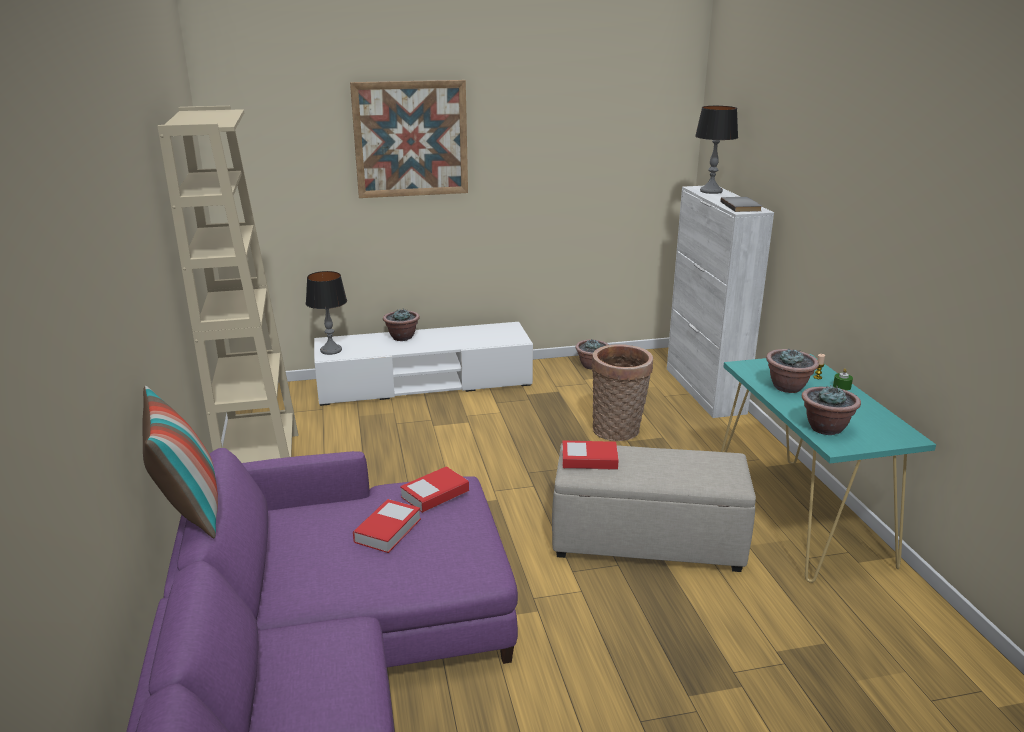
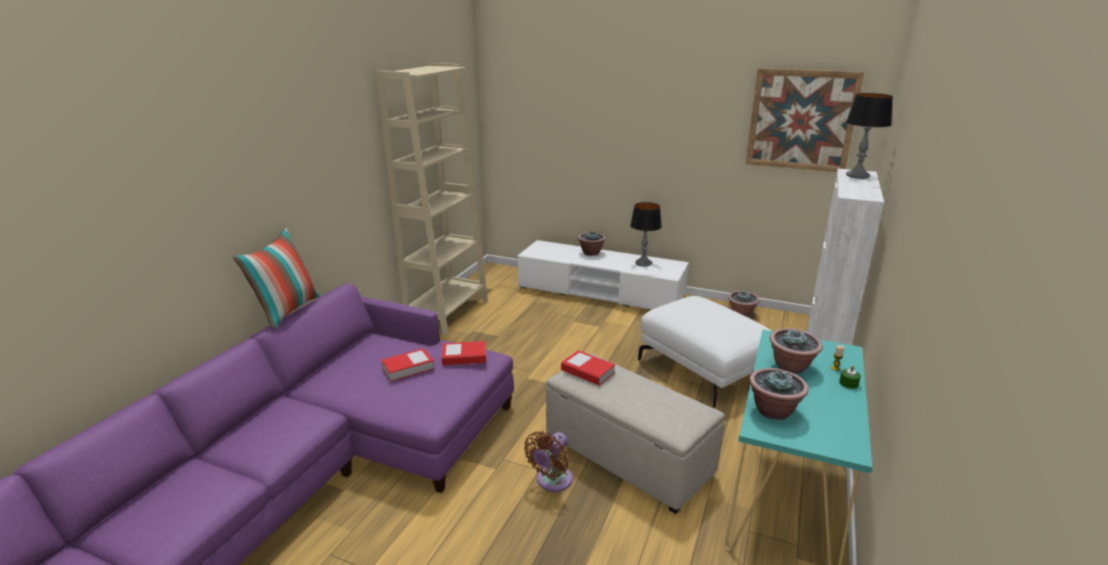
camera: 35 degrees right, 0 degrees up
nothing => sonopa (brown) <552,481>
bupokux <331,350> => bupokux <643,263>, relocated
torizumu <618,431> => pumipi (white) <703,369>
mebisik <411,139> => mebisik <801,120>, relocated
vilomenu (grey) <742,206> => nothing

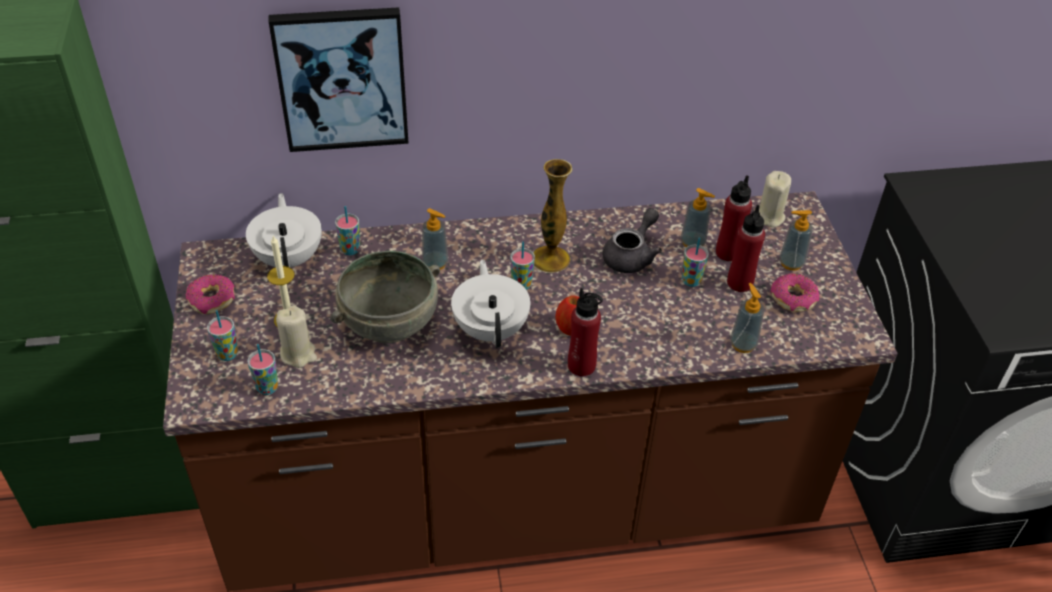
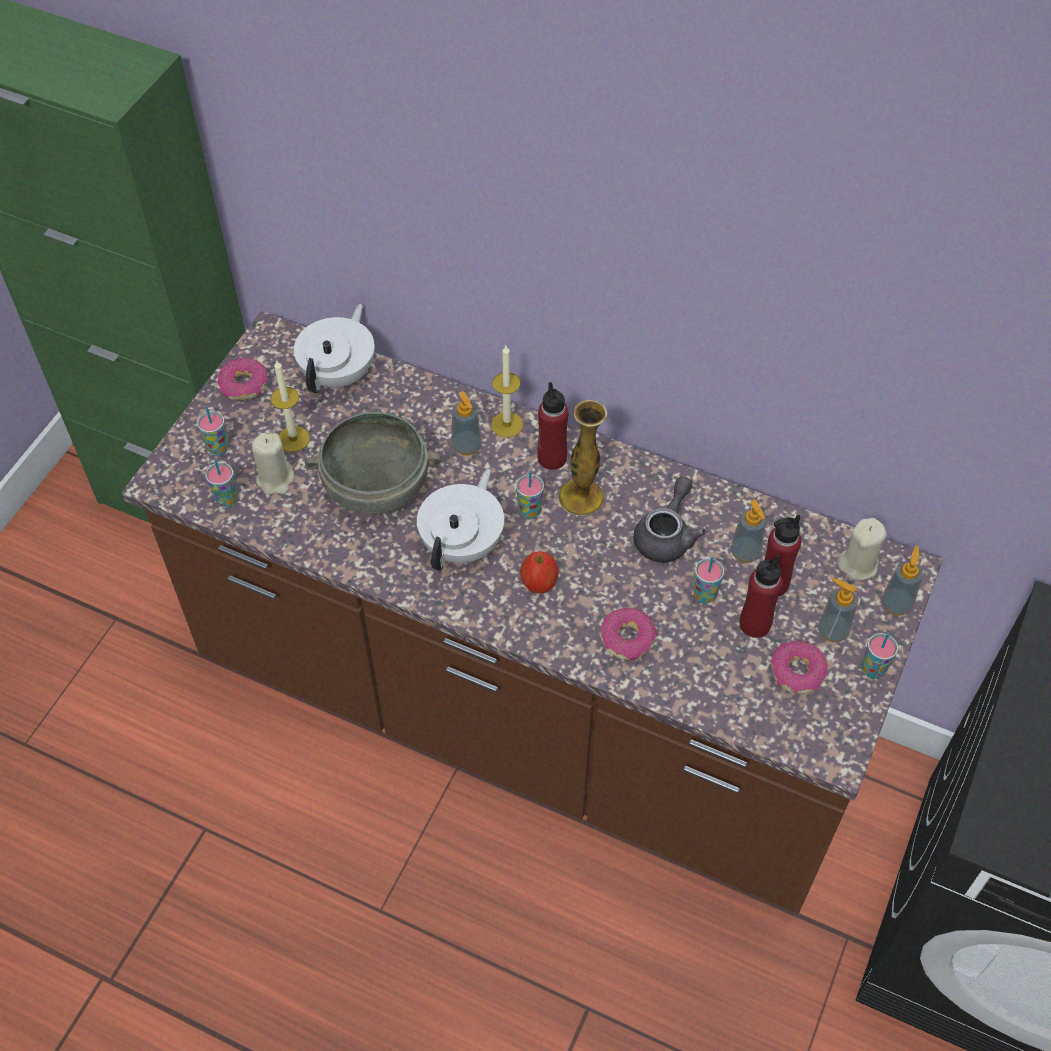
camera: 35 degrees right, 10 degrees up
nothing => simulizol <507,424>
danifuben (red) <581,366> => danifuben (red) <552,458>, relocated
nothing => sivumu <627,638>
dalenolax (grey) <631,256> => dalenolax (grey) <667,535>, 45 degrees counterclockwise
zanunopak <350,250> => zanunopak <873,670>, relocated
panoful <743,344> => panoful <896,604>, relocated
mebisik <342,79> => nothing

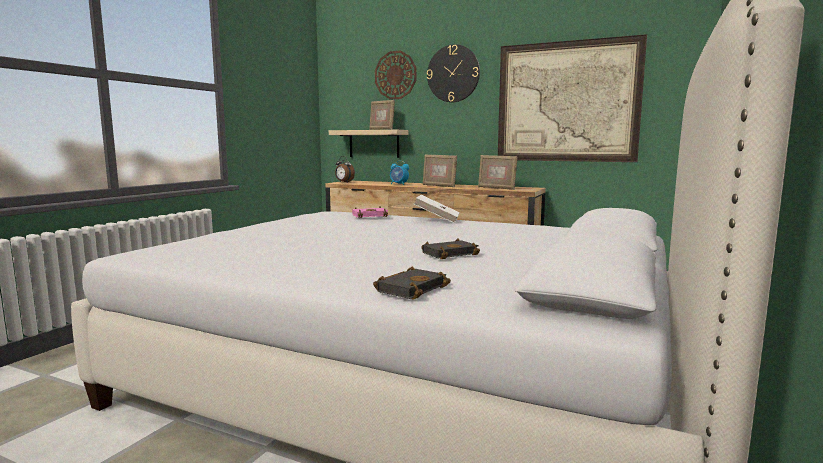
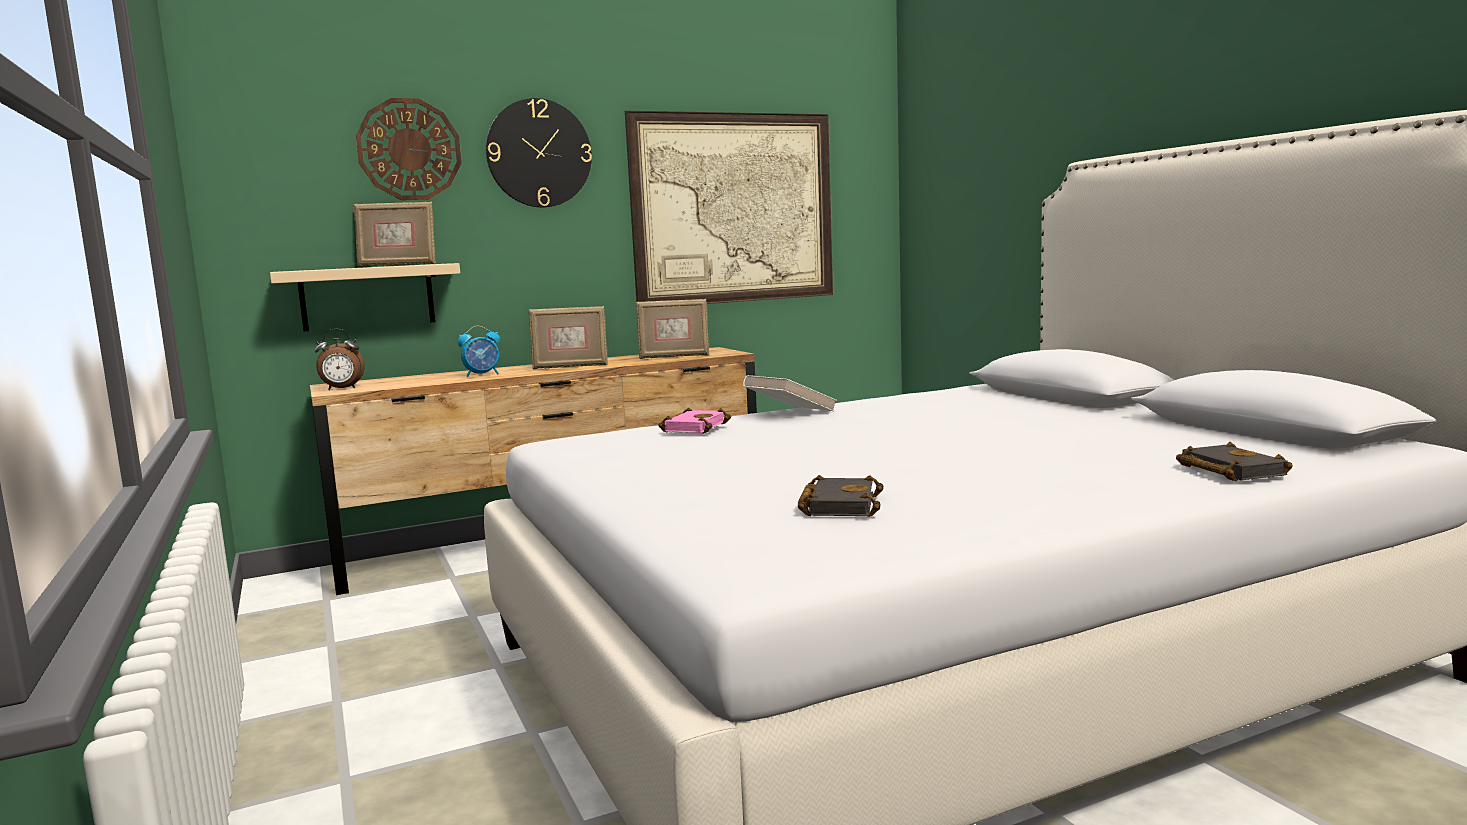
camera: 50 degrees left, 0 degrees up
vilomenu (black) <450,253> => vilomenu (black) <838,505>, relocated

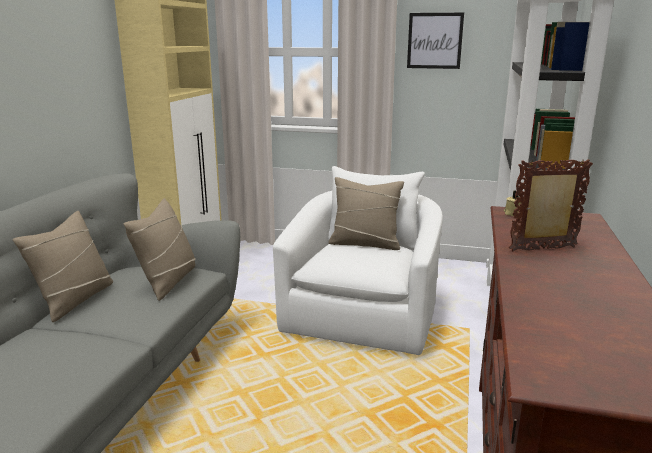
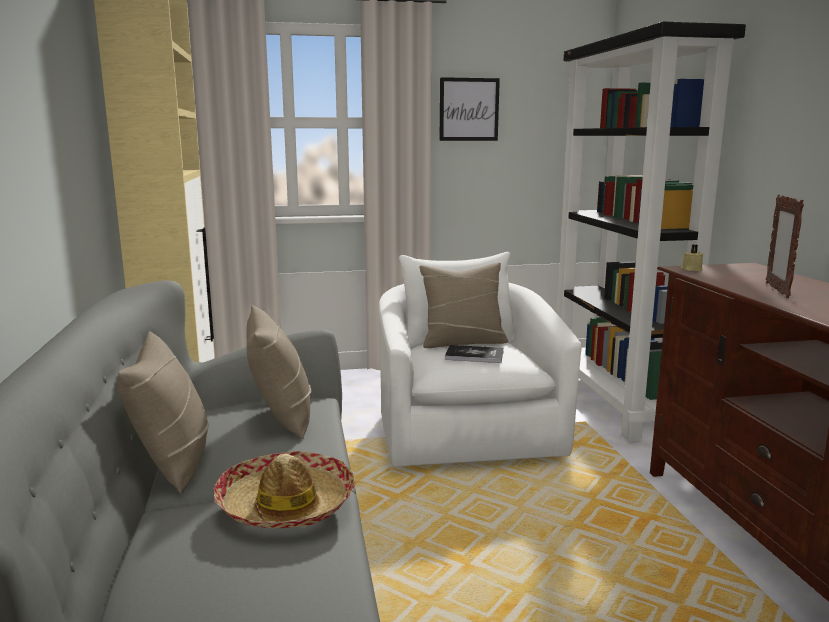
camera: 25 degrees left, 5 degrees down
nothing => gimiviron <286,504>
nothing => vilomenu <474,355>
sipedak <543,249> => sipedak <777,290>, 45 degrees counterclockwise

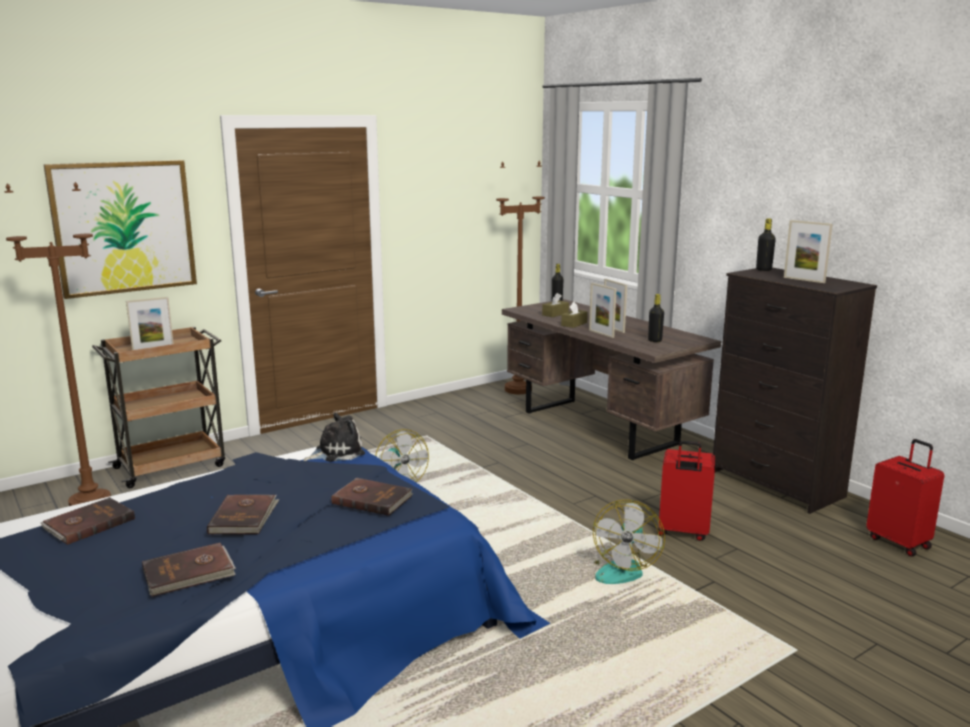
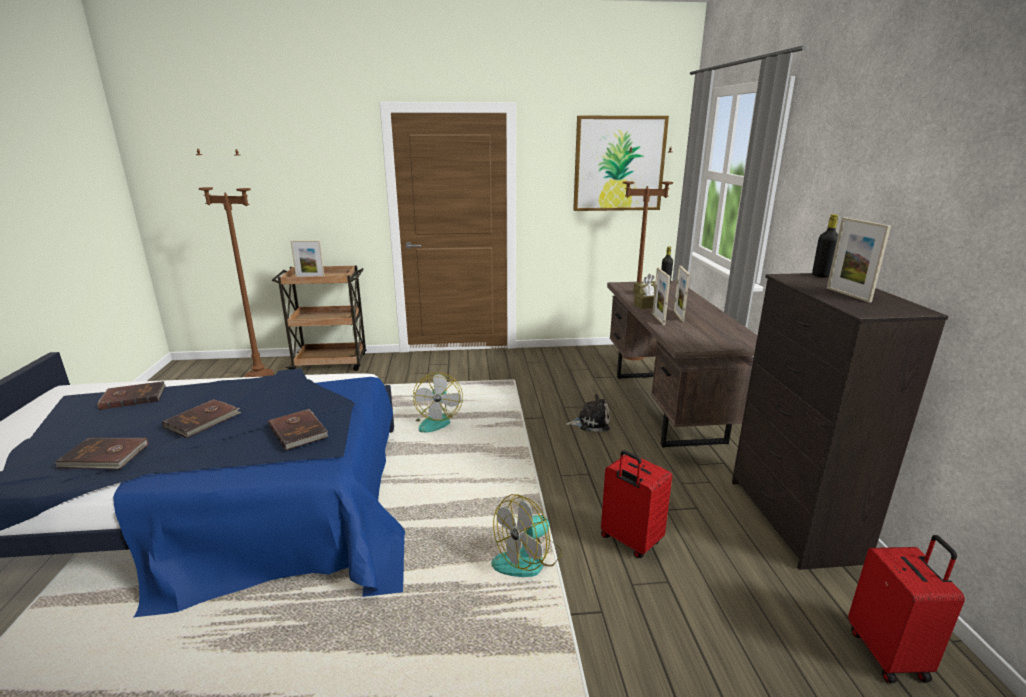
camera: 30 degrees right, 5 degrees up
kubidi <336,452> => kubidi <591,423>, relocated
mebisik <124,227> => mebisik <619,164>, relocated
danifuben (black) <654,340> => nothing

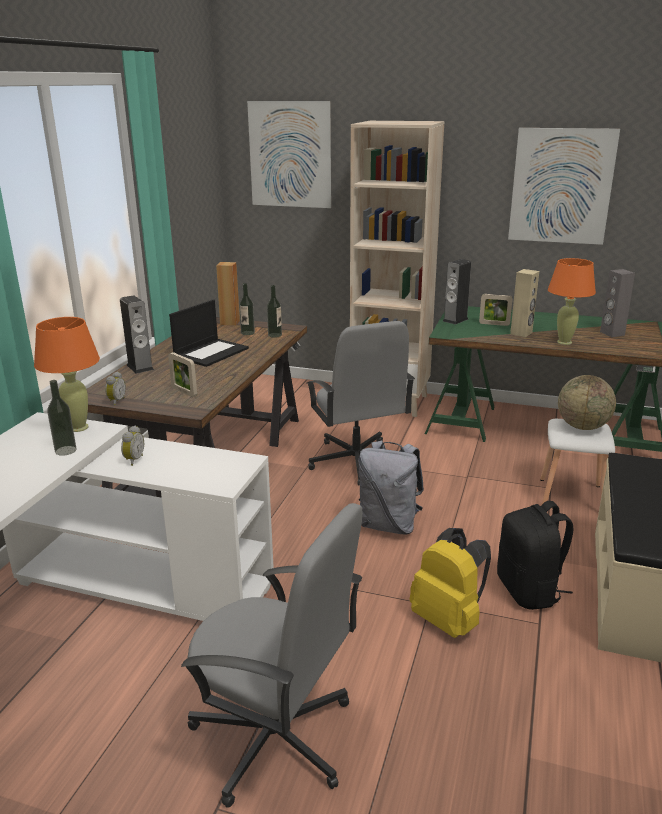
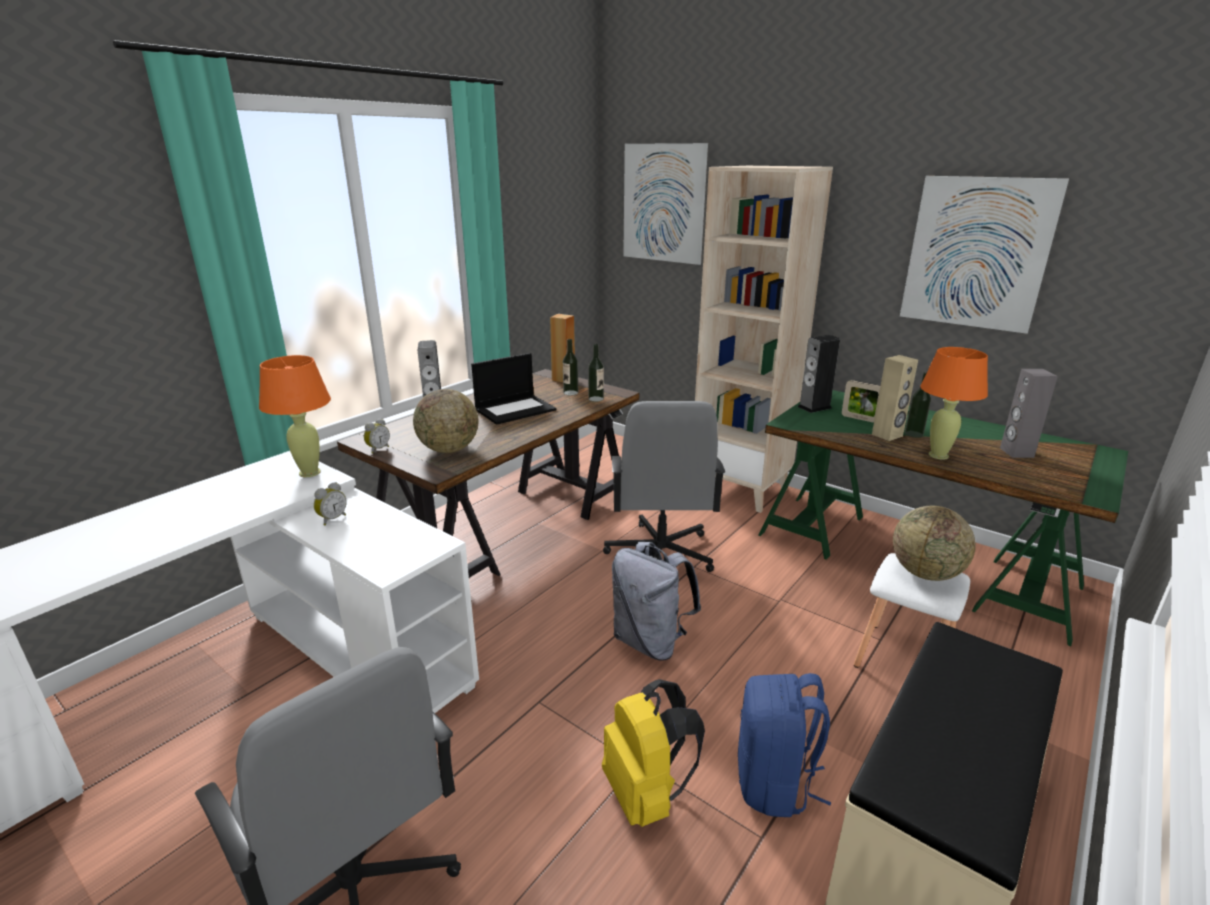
camera: 20 degrees right, 0 degrees up
sipedak <184,392> => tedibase <449,449>
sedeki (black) <529,591> => sedeki (blue) <774,783>
danifuben <65,450> => danifuben <913,434>, relocated

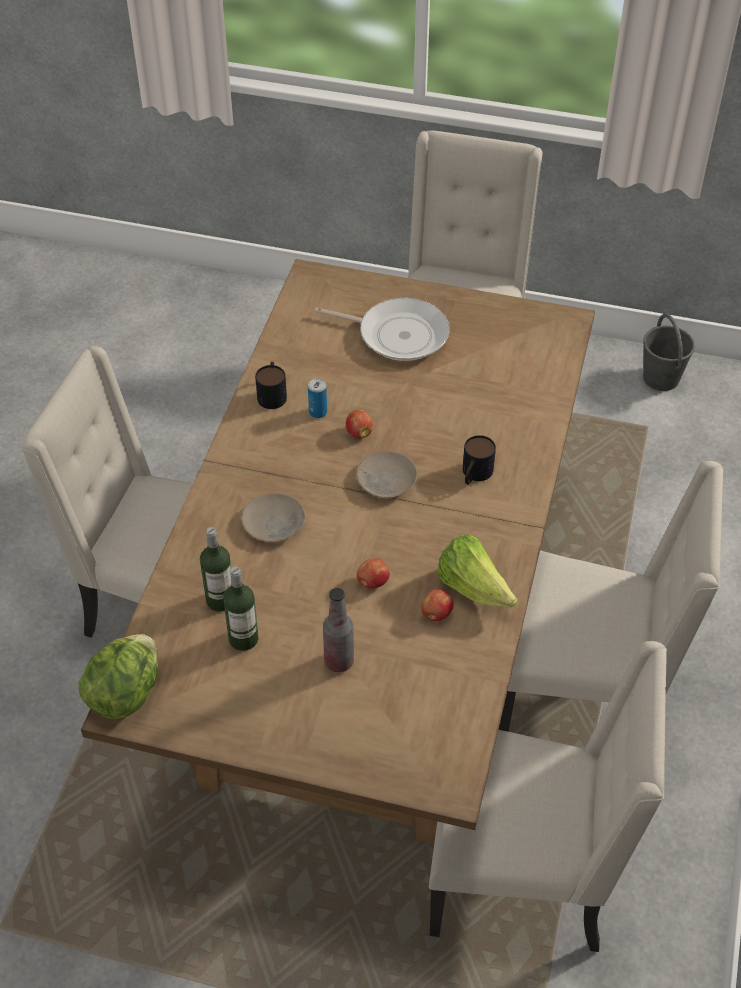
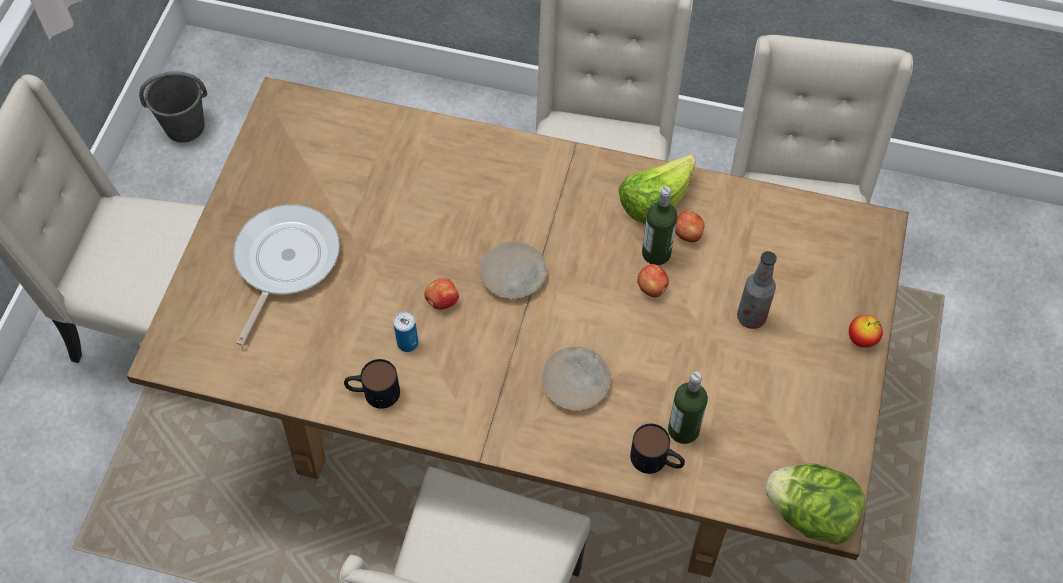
camera: 90 degrees left, 10 degrees up
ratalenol <474,475> => ratalenol <656,460>, relocated
danifuben <243,639> => danifuben <656,253>, relocated
nothing => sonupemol <862,339>

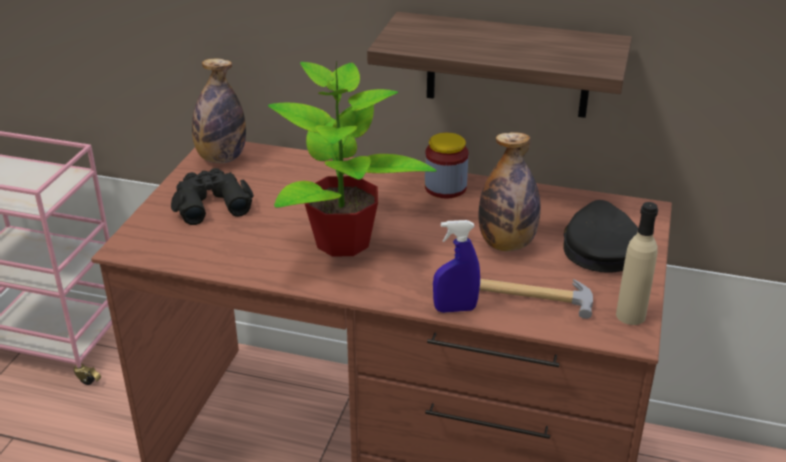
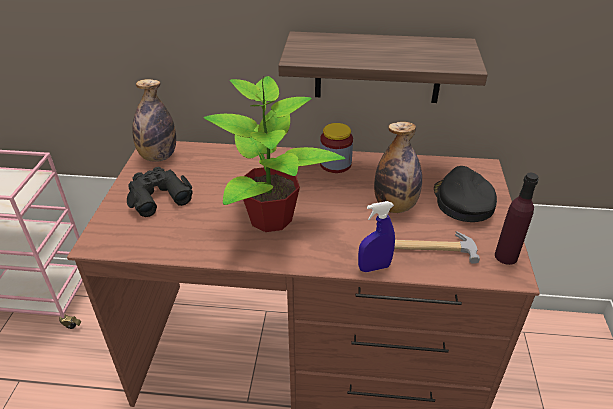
camera: 10 degrees left, 5 degrees up
danifuben (beige) <630,315> => danifuben (purple) <506,256>

